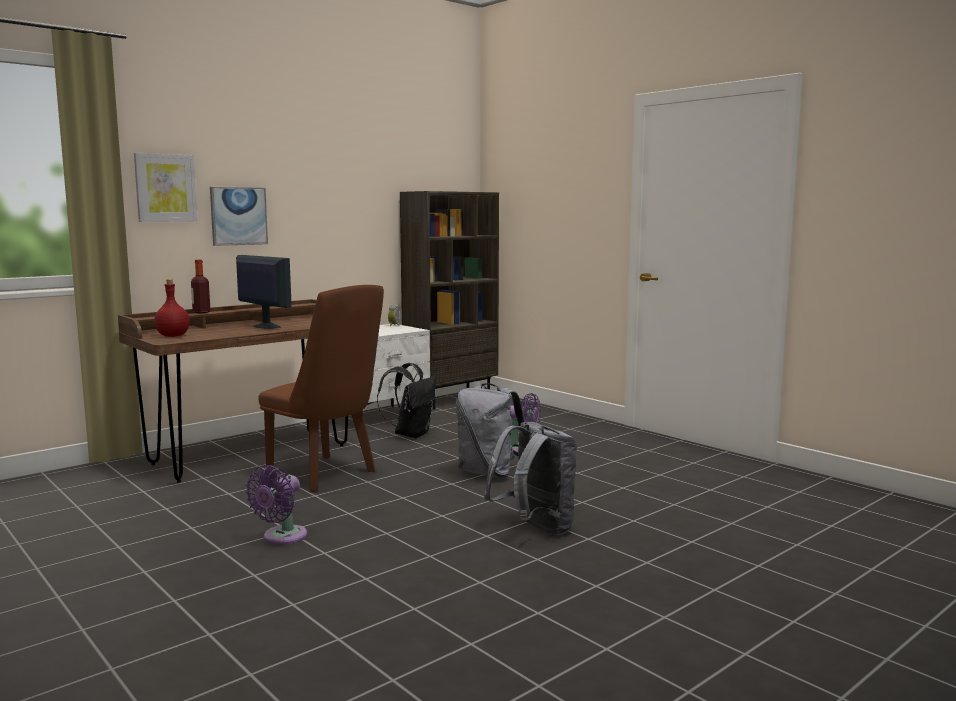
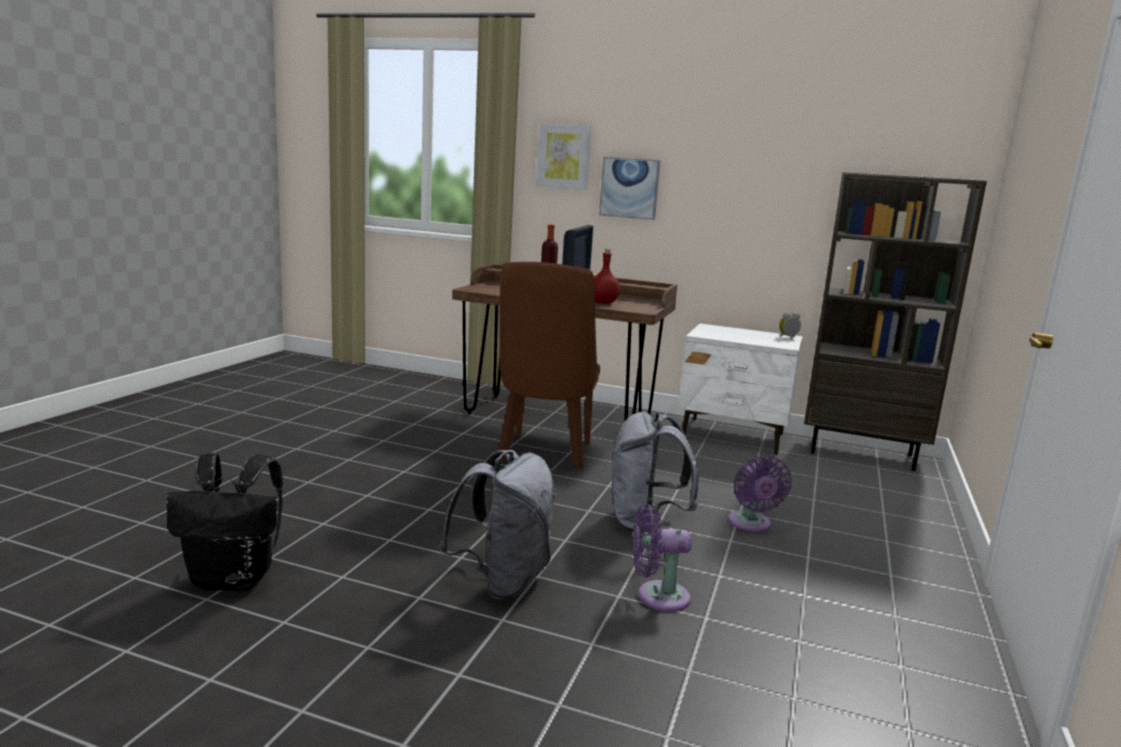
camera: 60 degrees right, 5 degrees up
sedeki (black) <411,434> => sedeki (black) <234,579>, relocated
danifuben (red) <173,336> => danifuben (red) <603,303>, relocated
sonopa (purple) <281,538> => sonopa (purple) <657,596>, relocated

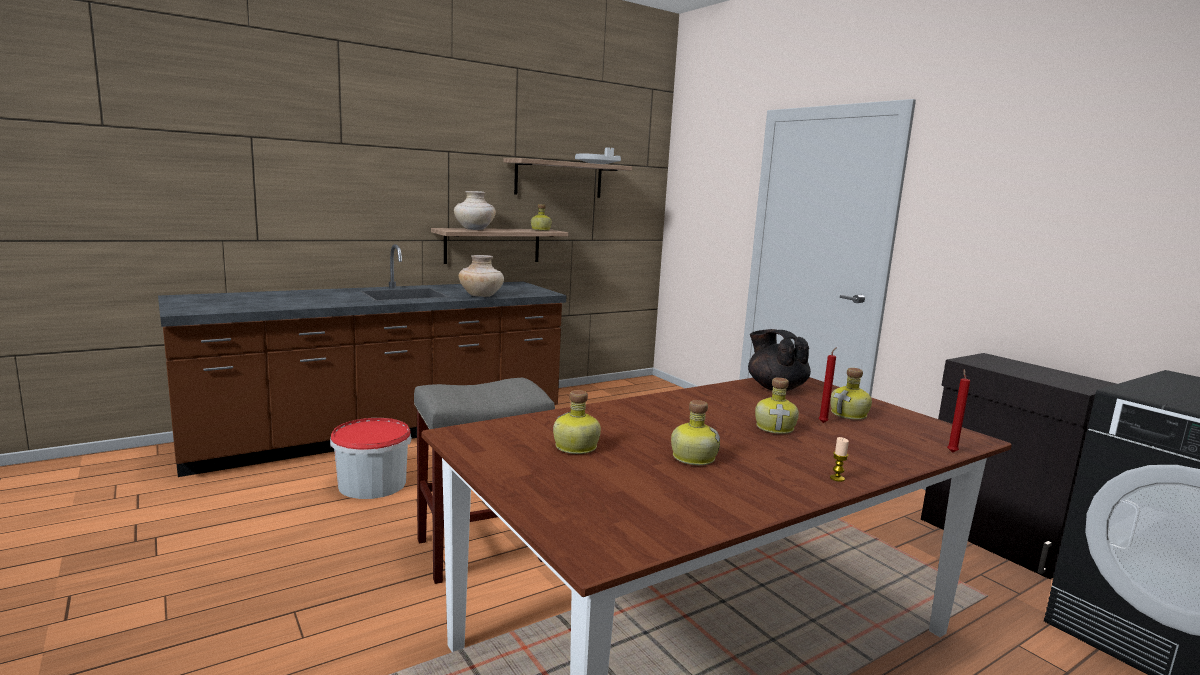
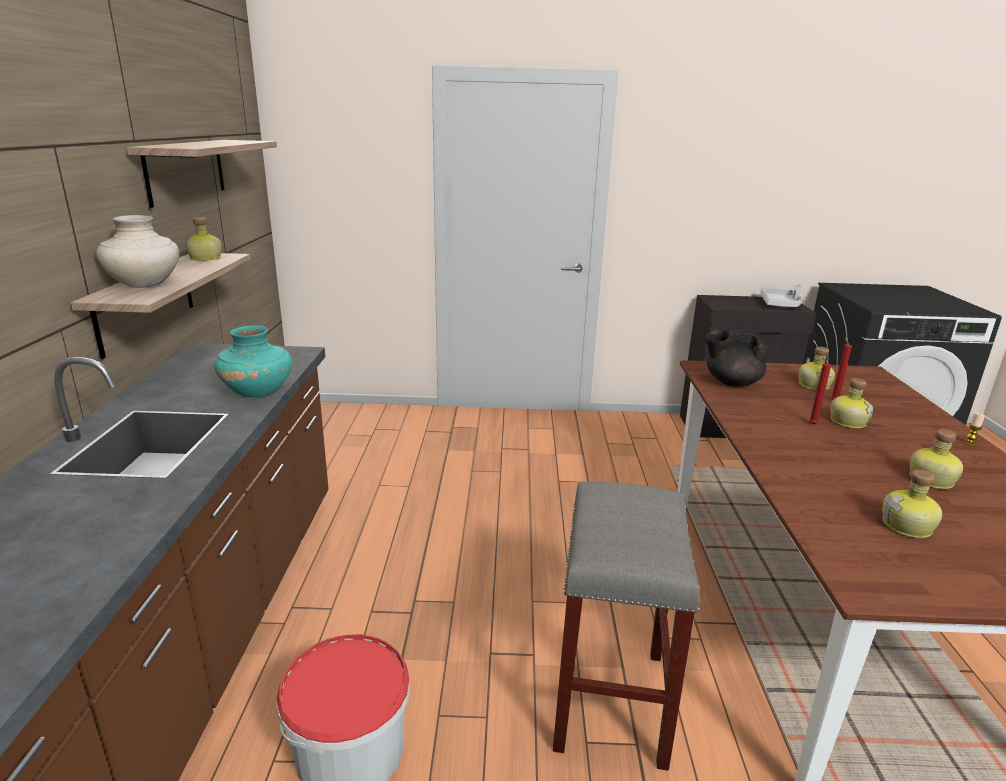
camera: 55 degrees left, 10 degrees up
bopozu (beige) <481,296> => bopozu (turquoise) <258,392>
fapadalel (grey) <597,164> => fapadalel (grey) <780,304>, relocated
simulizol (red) <951,451> => simulizol (red) <811,423>, relocated

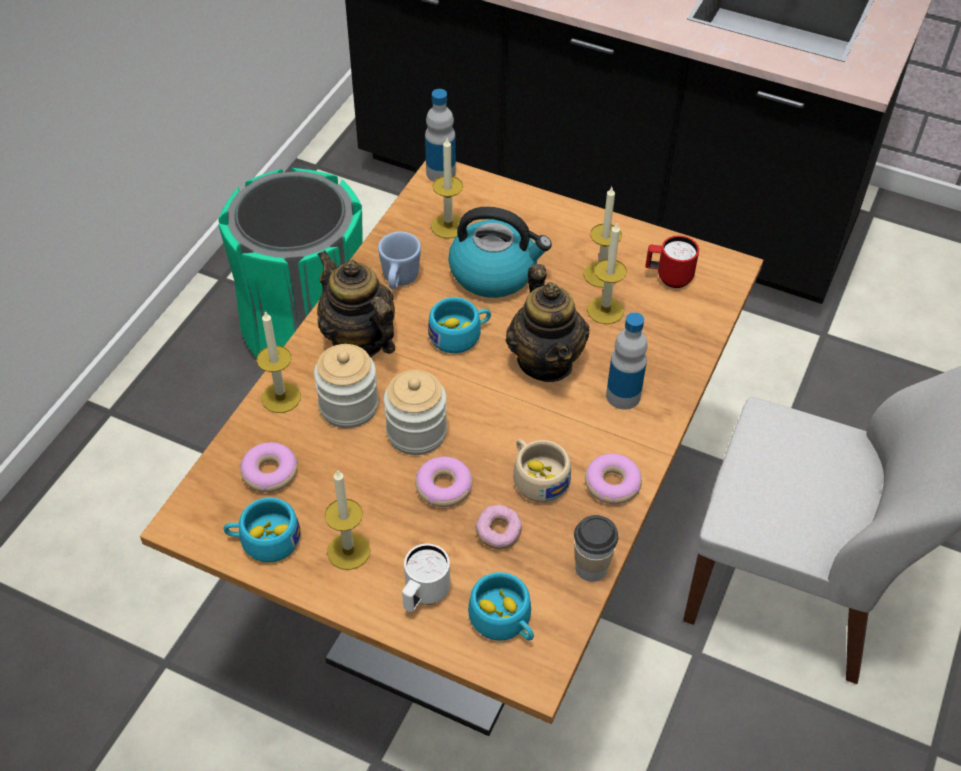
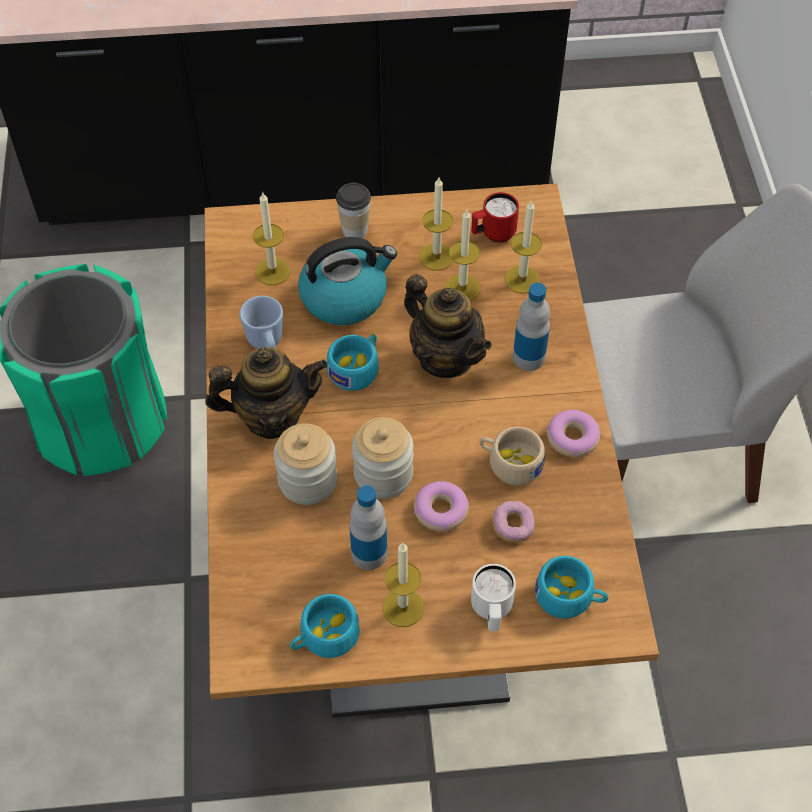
camera: 30 degrees left, 5 degrees up
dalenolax <358,340> => dalenolax <271,416>, 150 degrees clockwise
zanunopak <591,567> => zanunopak <354,230>, relocated
danifuben <441,173> => danifuben <369,554>, relocated
simulizol <281,397> => simulizol <522,279>, relocated
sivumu <270,472> => nothing

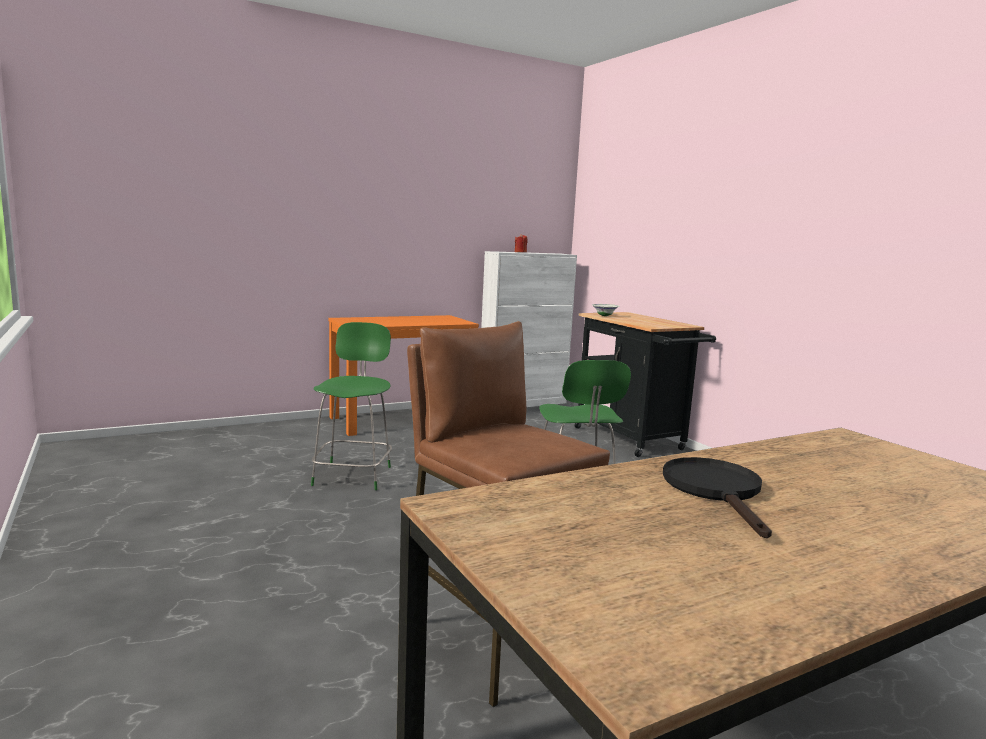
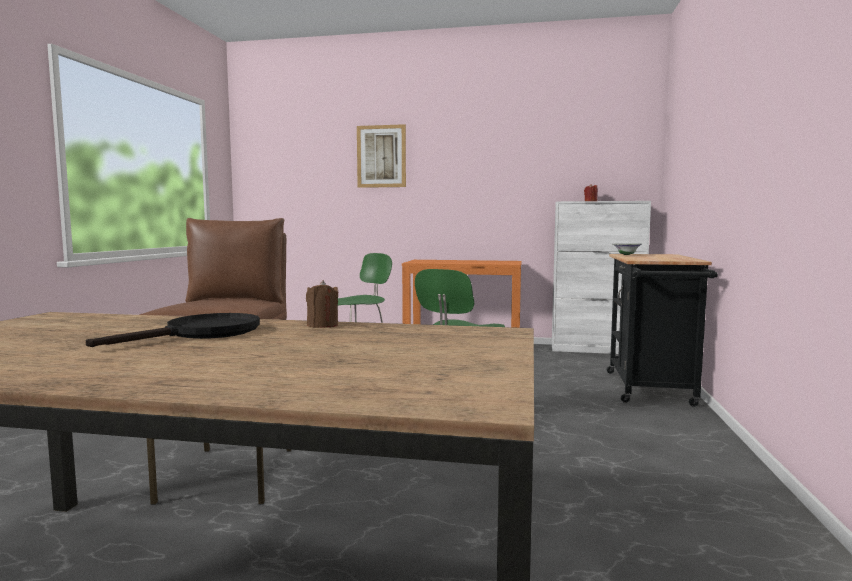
camera: 40 degrees right, 5 degrees down
nothing => simulizol (brown) <322,325>
nothing => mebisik <381,156>

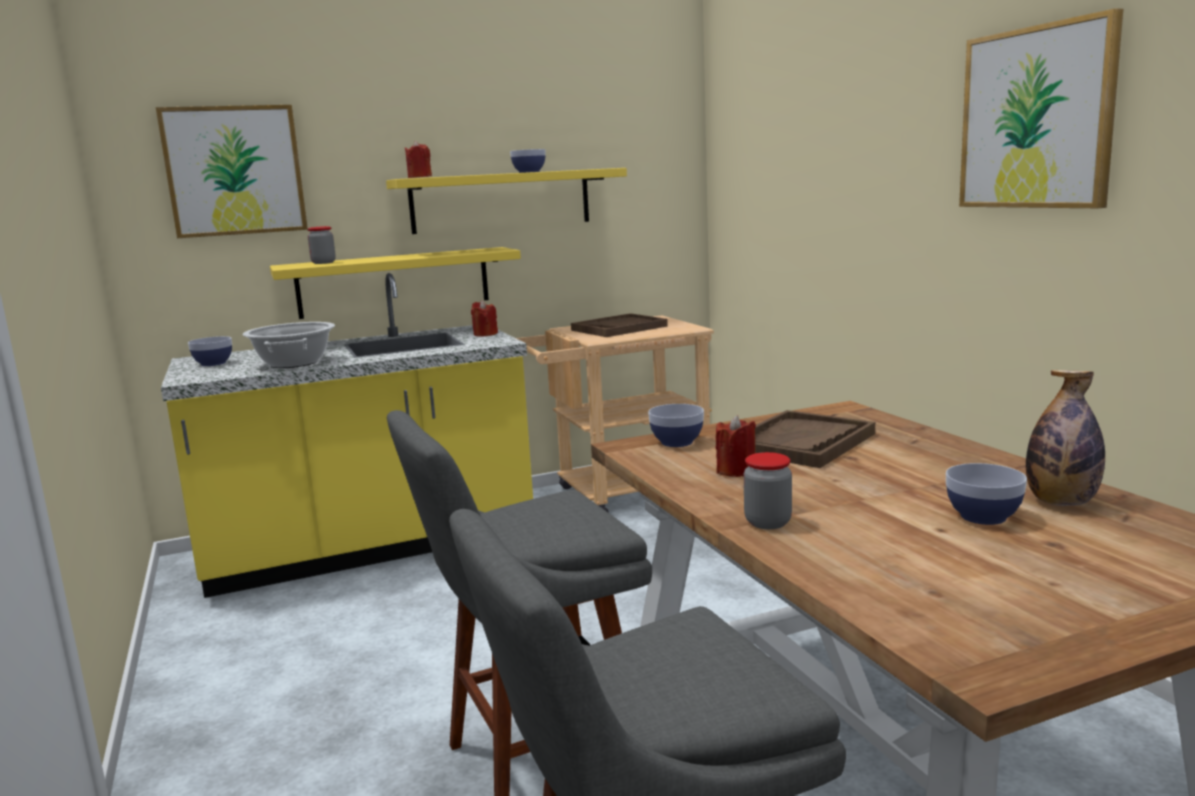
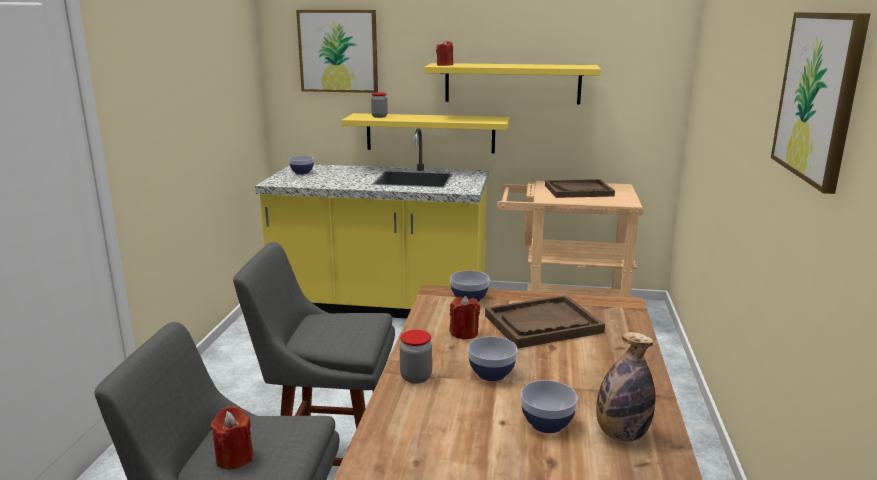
camera: 30 degrees right, 5 degrees up
simulizol (red) <485,334> => simulizol (red) <234,458>, relocated
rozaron <529,172> => rozaron <491,374>, relocated
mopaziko <294,363> => nothing

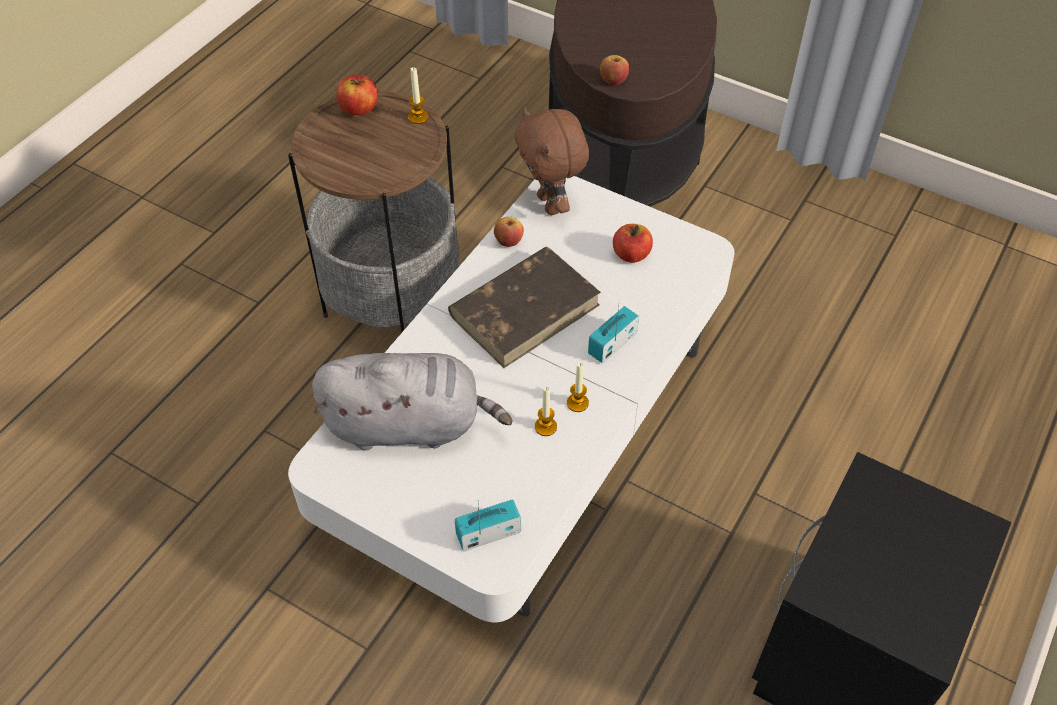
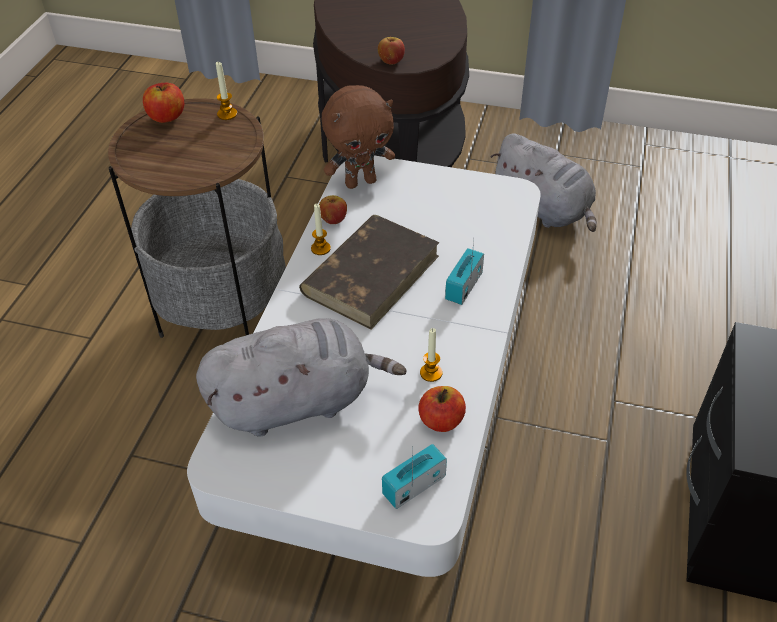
camera: 15 degrees left, 5 degrees down
simulizol <577,403> => simulizol <320,248>, relocated
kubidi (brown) <551,204> => kubidi (brown) <360,182>, 75 degrees counterclockwise
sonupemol <631,254> => sonupemol <441,421>, relocated
nothing => kubidi (grey) <544,209>

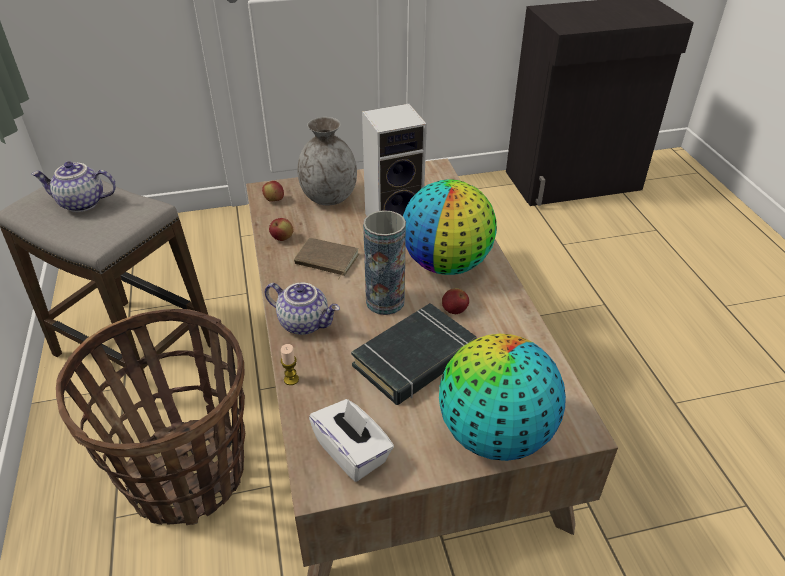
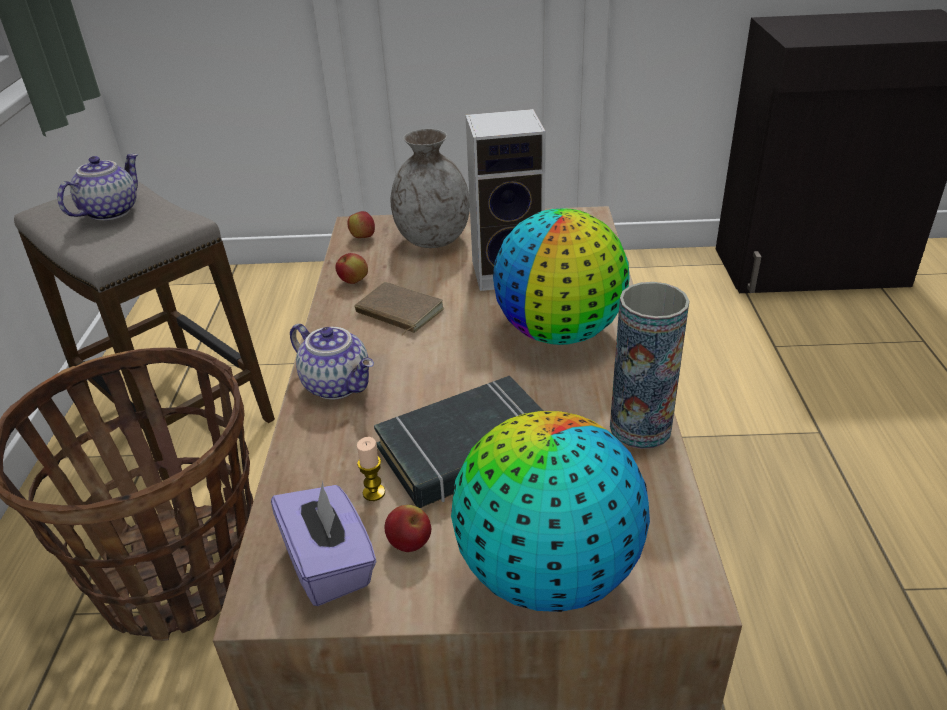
camera: 15 degrees right, 5 degrees down
dalenolax <81,204> => dalenolax <110,211>, 105 degrees clockwise
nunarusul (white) <352,452> => nunarusul (purple) <330,564>
simulizol <291,379> => simulizol <374,493>, relocated
sonupemol <454,310> => sonupemol <409,544>, relocated
bopozu <385,301> => bopozu <640,428>, relocated

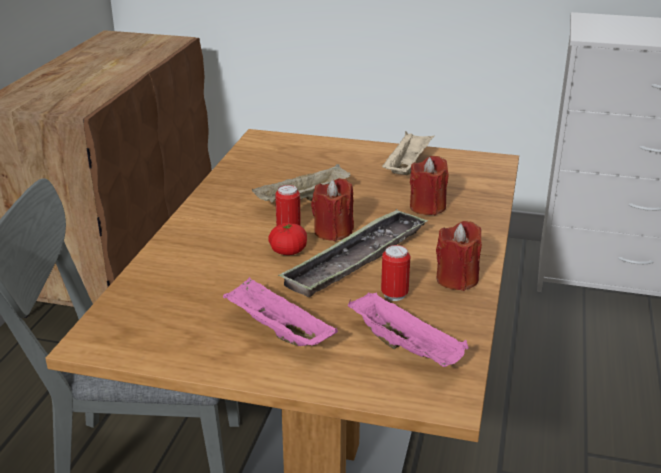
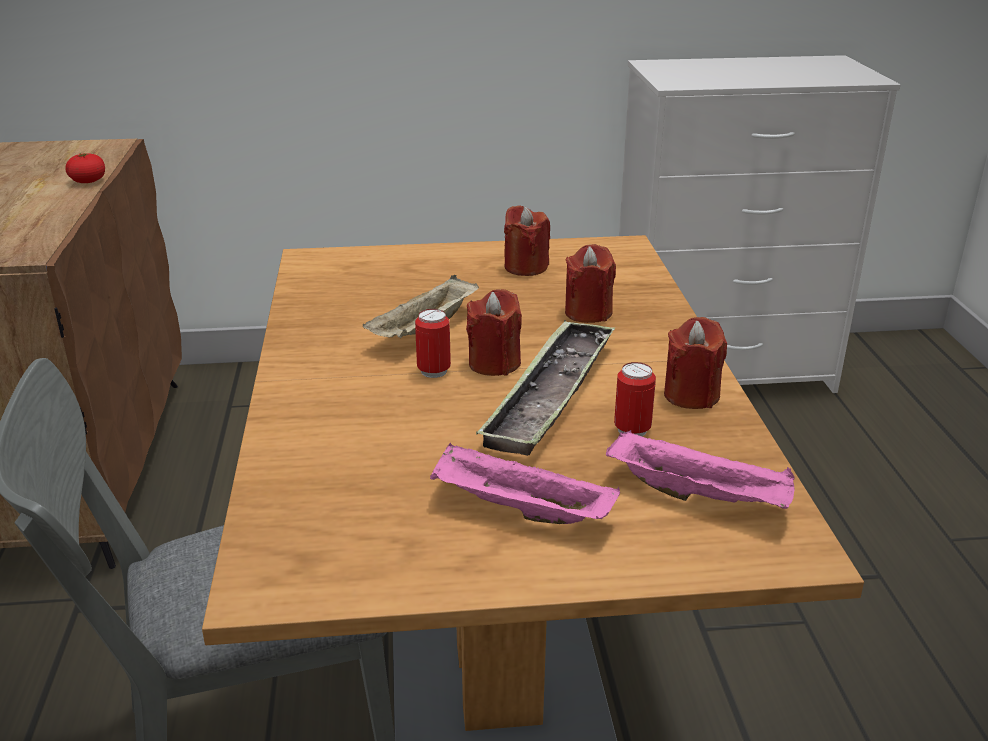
camera: 20 degrees left, 0 degrees up
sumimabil <288,251> => sumimabil <88,181>, relocated
fapadalel (beige) <407,166> => simulizol (red) <525,267>

